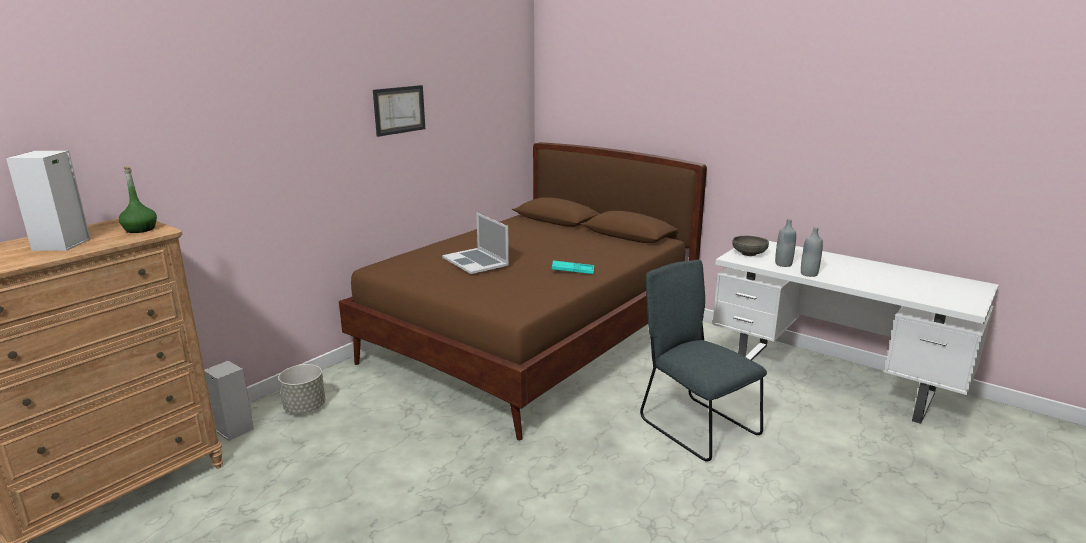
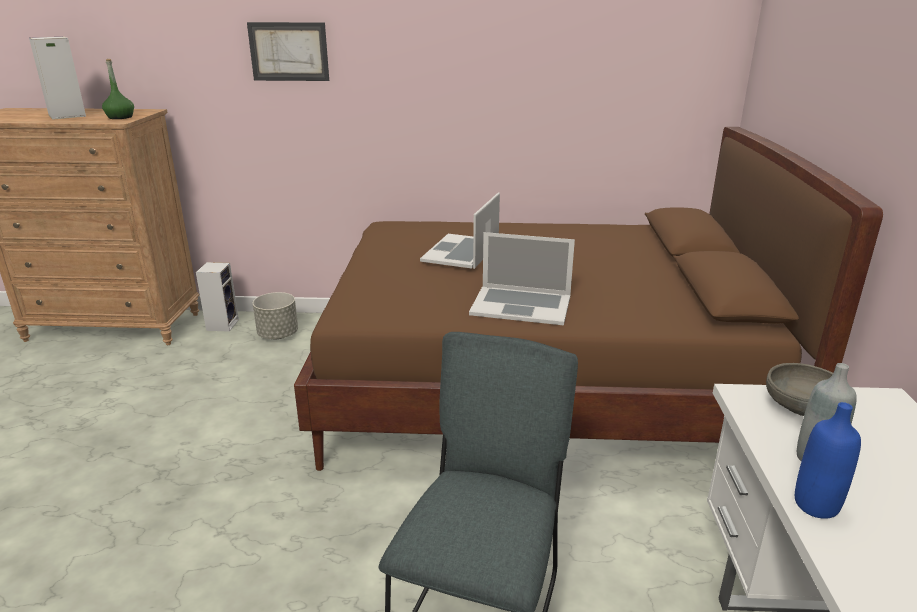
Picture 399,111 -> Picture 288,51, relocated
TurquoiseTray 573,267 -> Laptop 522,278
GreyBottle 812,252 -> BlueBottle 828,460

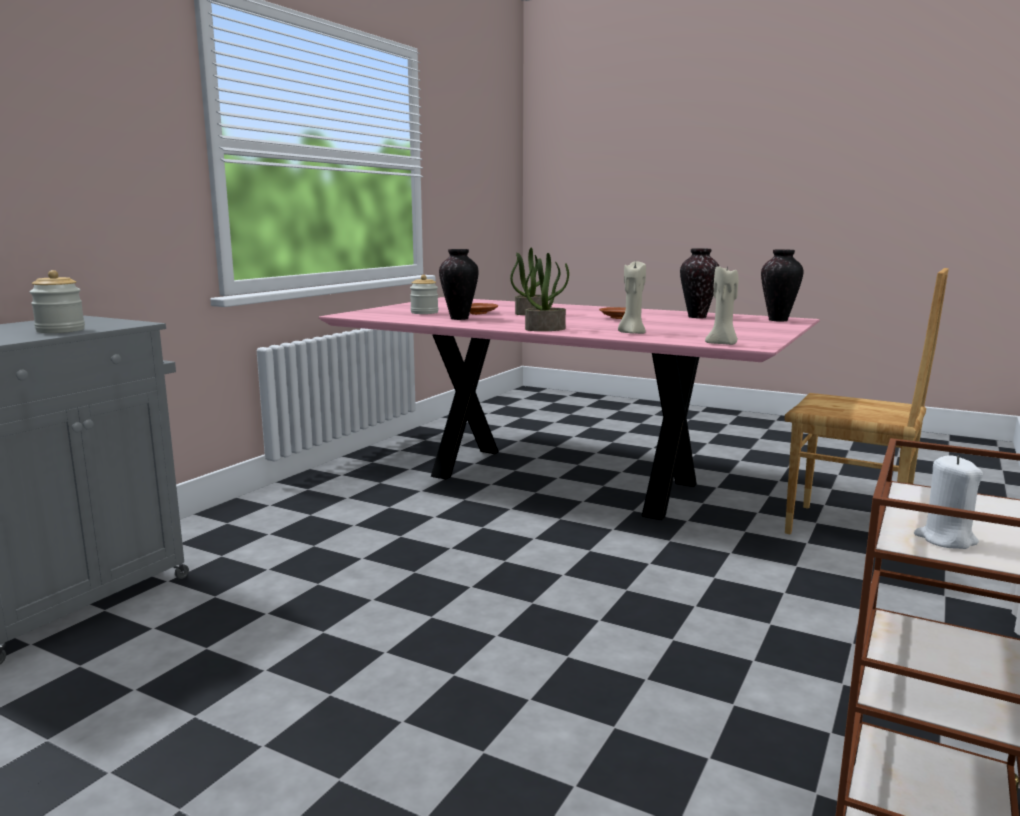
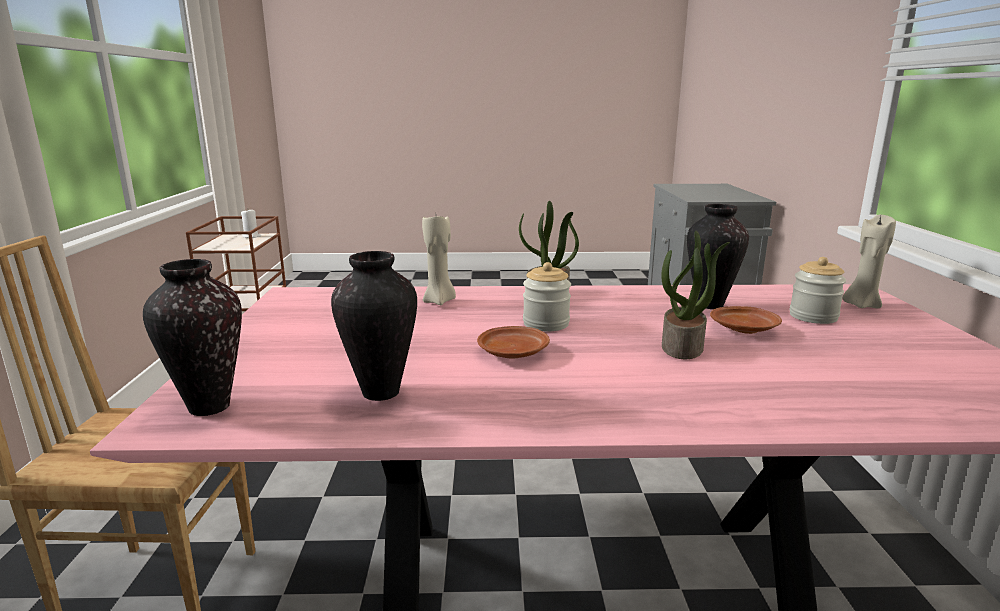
Jar 57,301 -> Jar 547,296, relocated
BeigeCandle 722,304 -> BeigeCandle 869,261, relocated

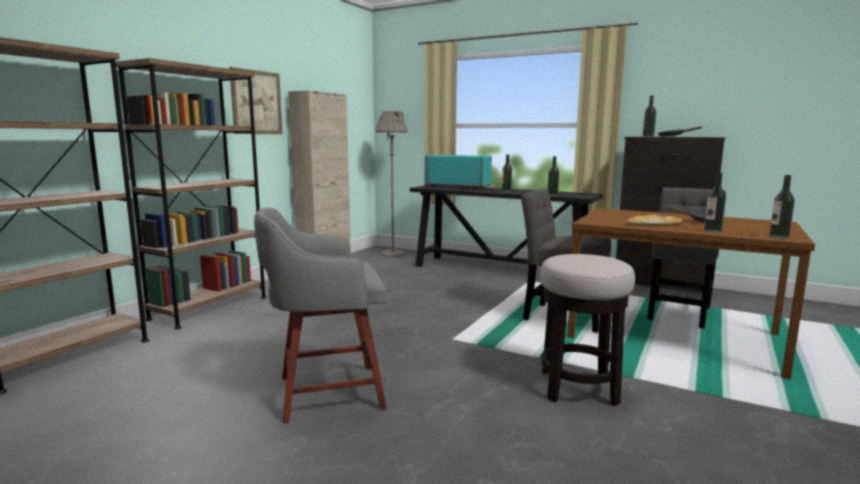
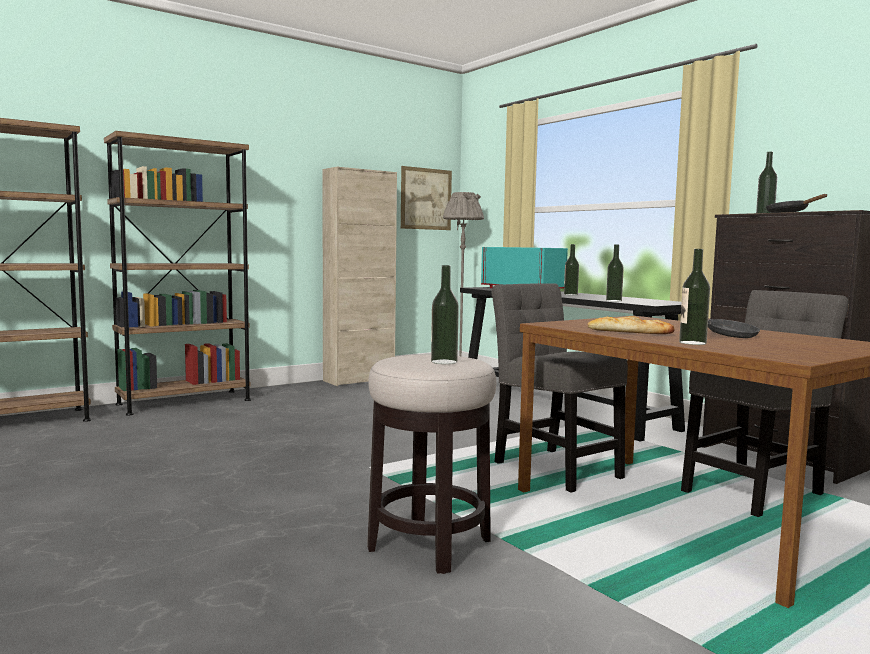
Picture 256,100 -> Picture 426,198, relocated
Bottle 782,207 -> Bottle 445,314, relocated
GreyStool 320,316 -> none

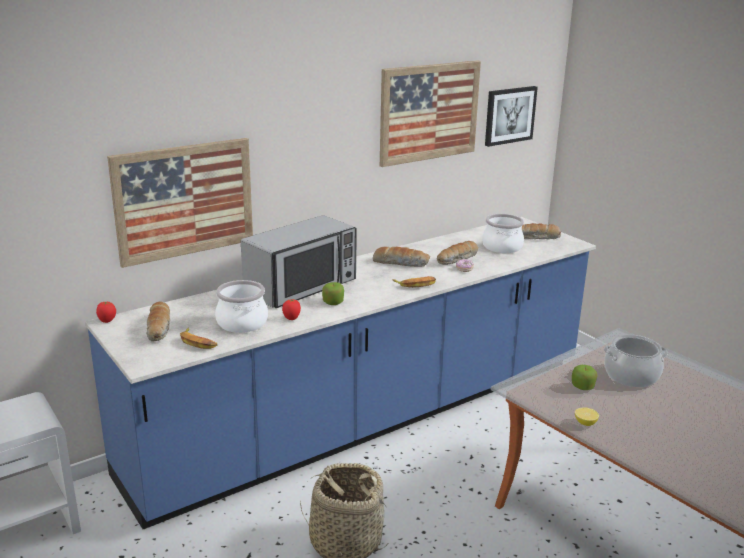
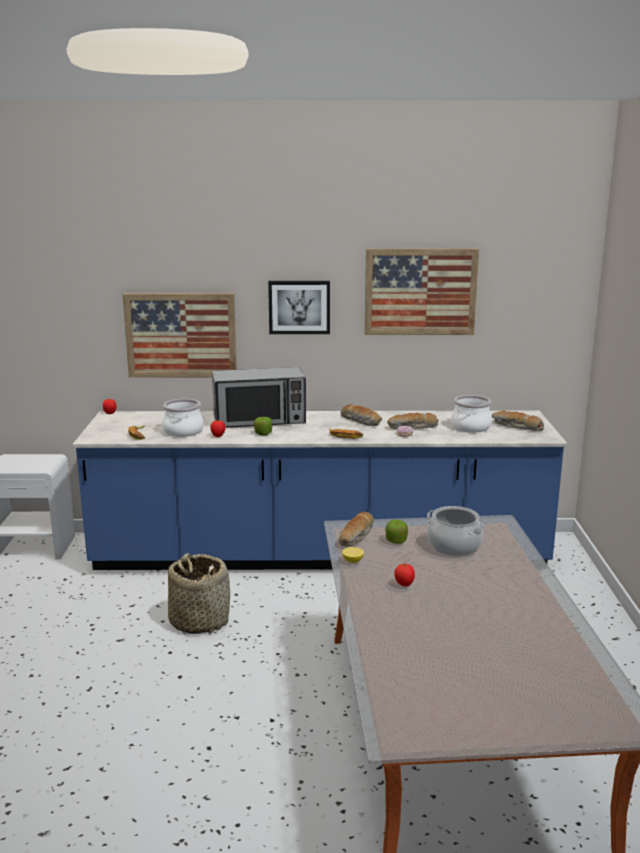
Picture 511,116 -> Picture 299,307, relocated
Bread 158,321 -> Bread 356,529, relocated
none -> Tomato 404,574

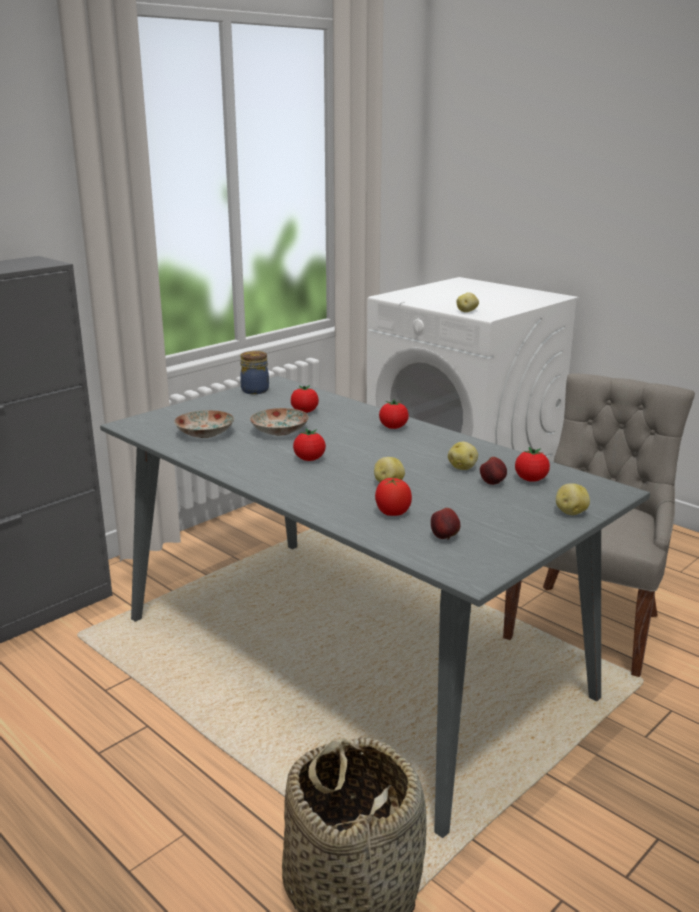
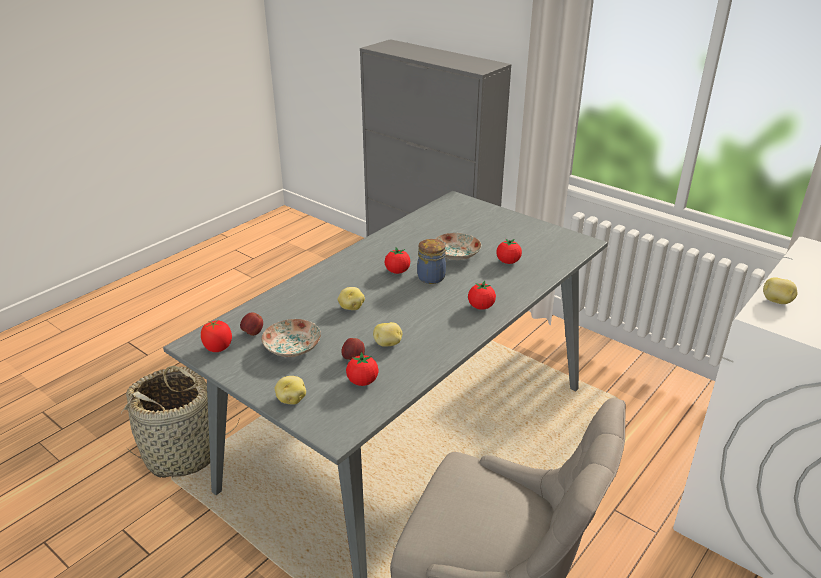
Tomato 393,497 -> Tomato 216,336, relocated
Plate 204,424 -> Plate 291,338, relocated
Jar 254,372 -> Jar 432,261, relocated

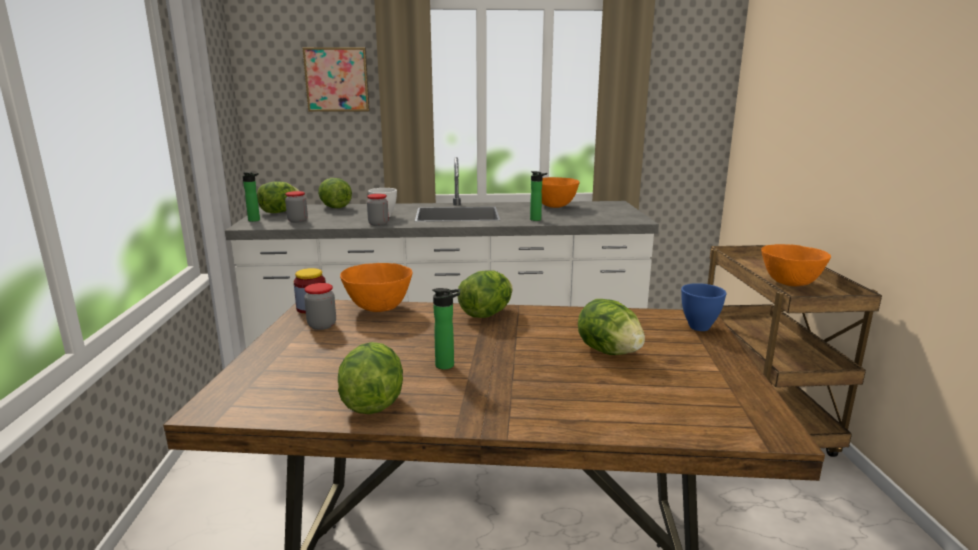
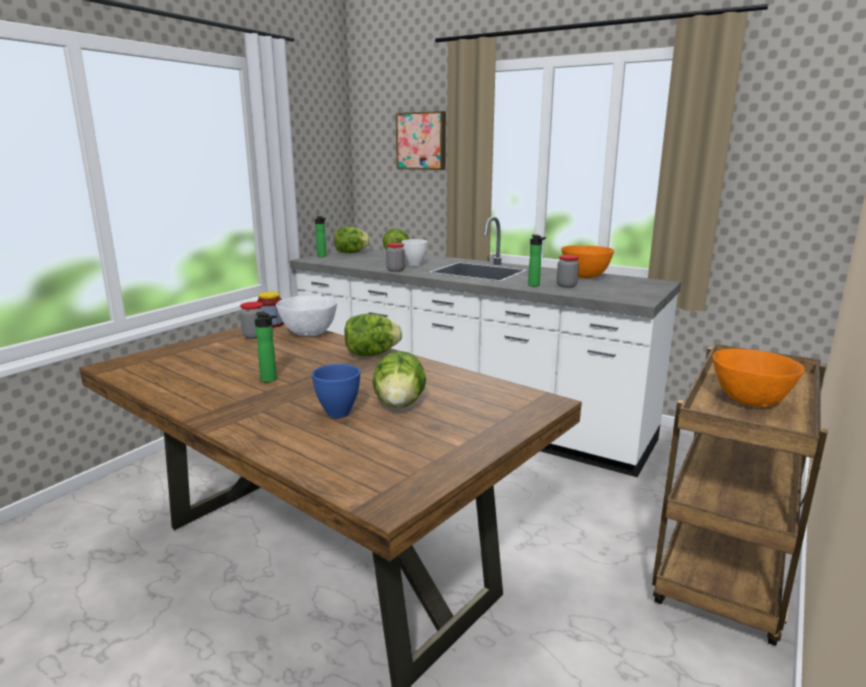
OrangeBowl 376,287 -> WhiteBowl 306,315
BlueBowl 704,307 -> BlueBowl 336,391, relocated
Jar 296,207 -> Jar 568,271, relocated
Lettuce 370,378 -> none

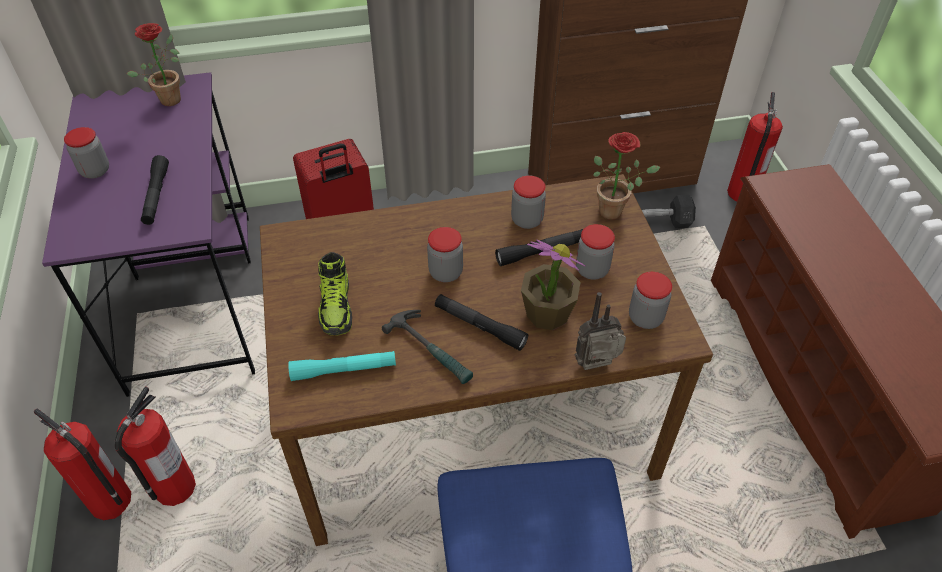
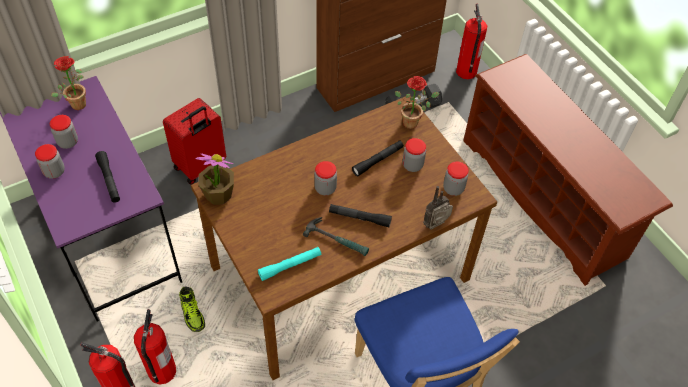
Jar 528,202 -> Jar 64,132, relocated
Shoe 335,293 -> Shoe 192,309, relocated
PottedPlant 553,285 -> PottedPlant 215,179, relocated

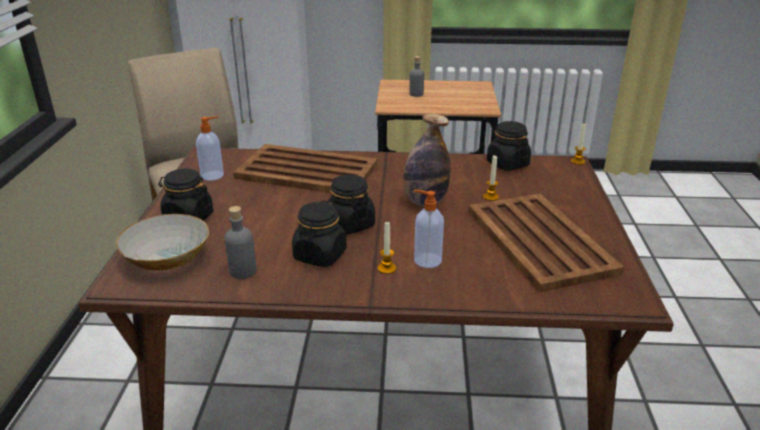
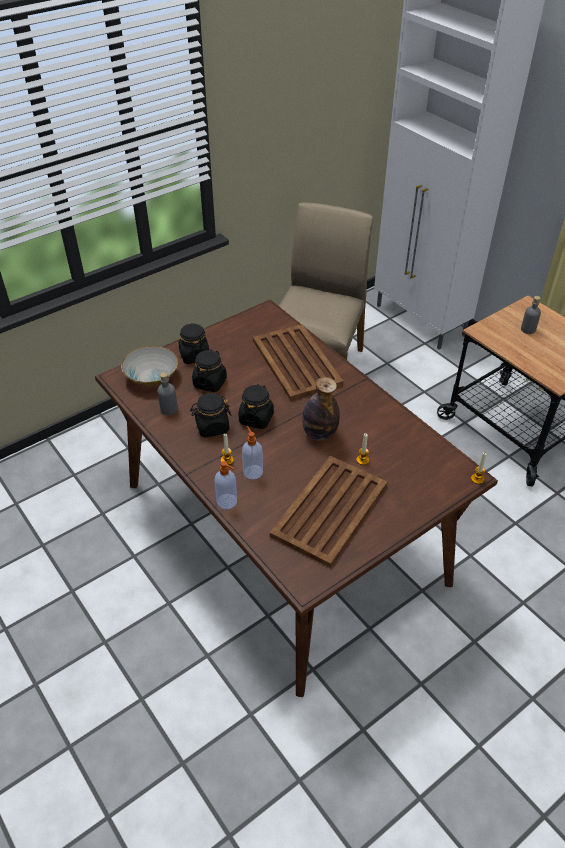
BlackJar 509,146 -> BlackJar 209,370, relocated
SoapDispenser 210,148 -> SoapDispenser 226,485, relocated

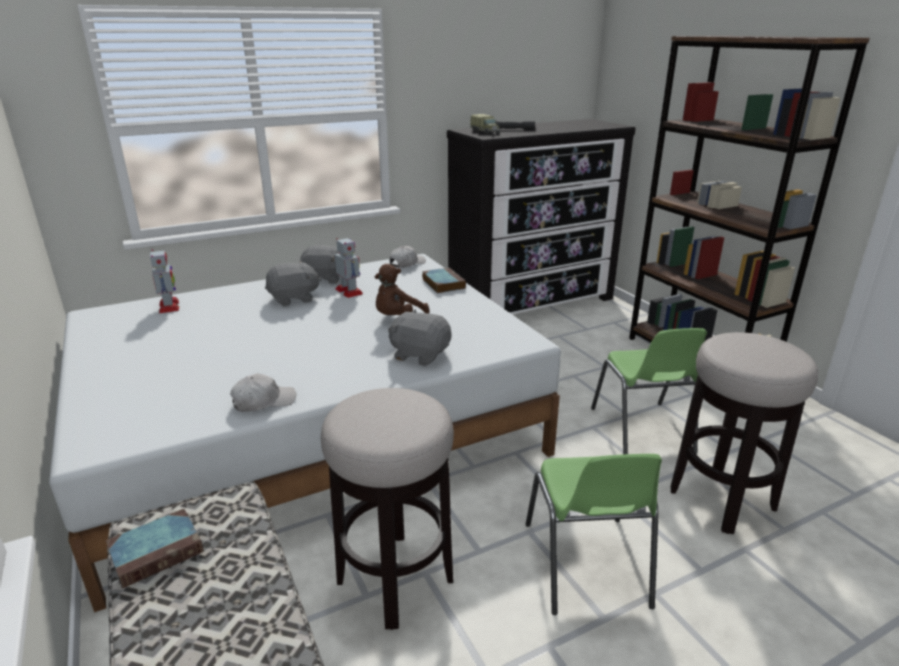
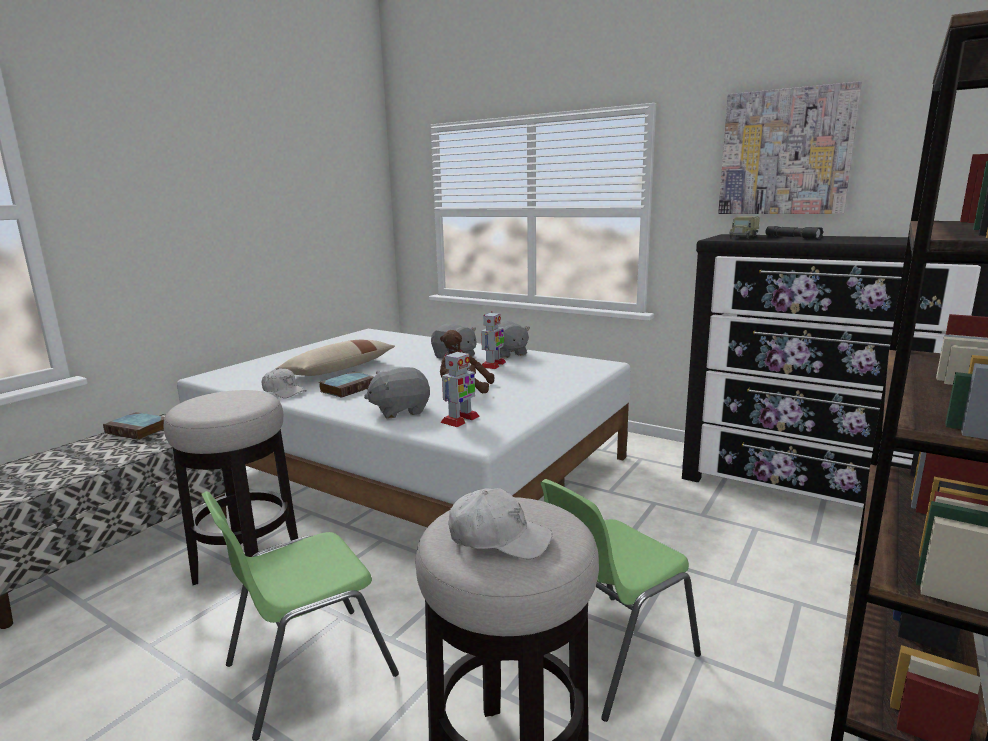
none -> BeigePillow 336,358
Book 444,280 -> Book 346,385, relocated
GreyPlushToy 419,337 -> GreyPlushToy 397,393, 105 degrees counterclockwise
ToyRobot 164,281 -> ToyRobot 460,388, relocated
WhiteCap 407,257 -> WhiteCap 500,523, relocated
none -> Picture 790,147

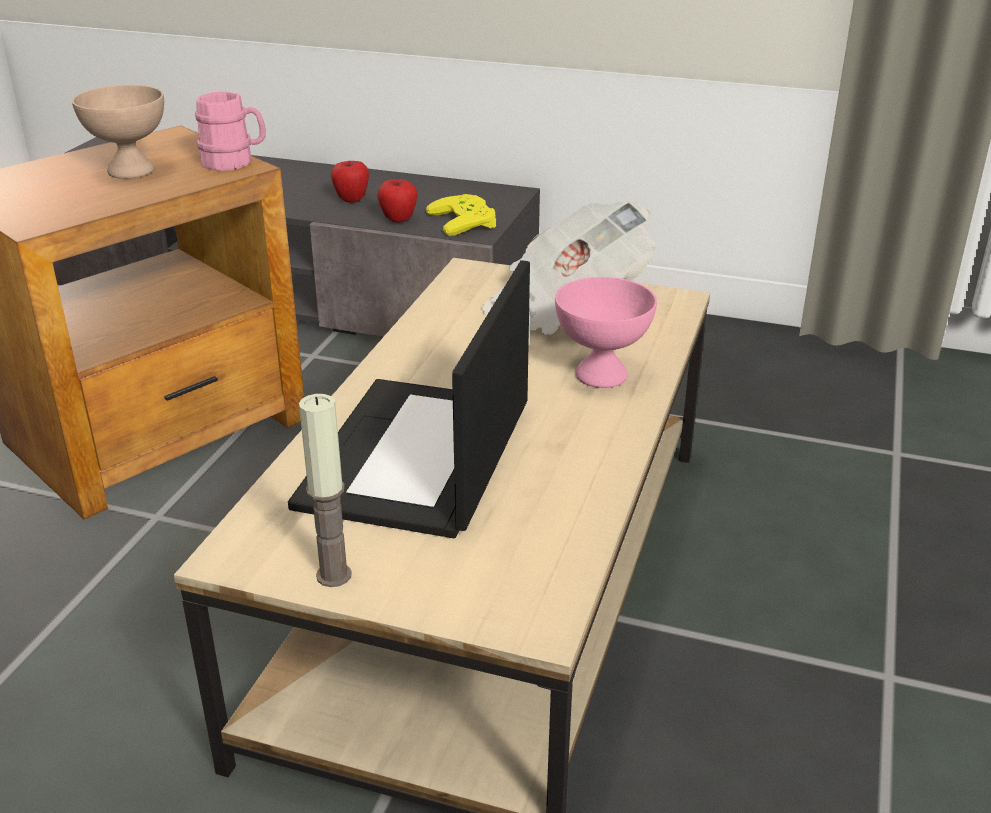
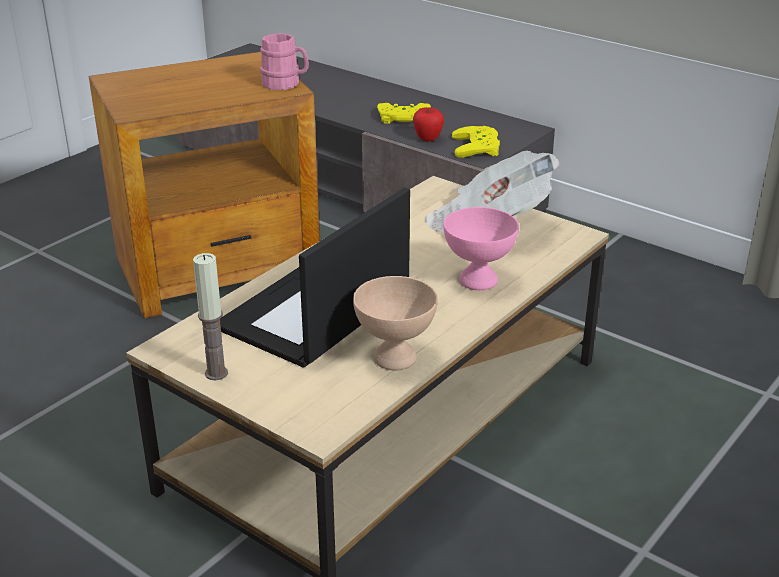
BeigeBowl 118,132 -> BeigeBowl 395,323, relocated
Apple 350,181 -> YellowGameController 404,113

